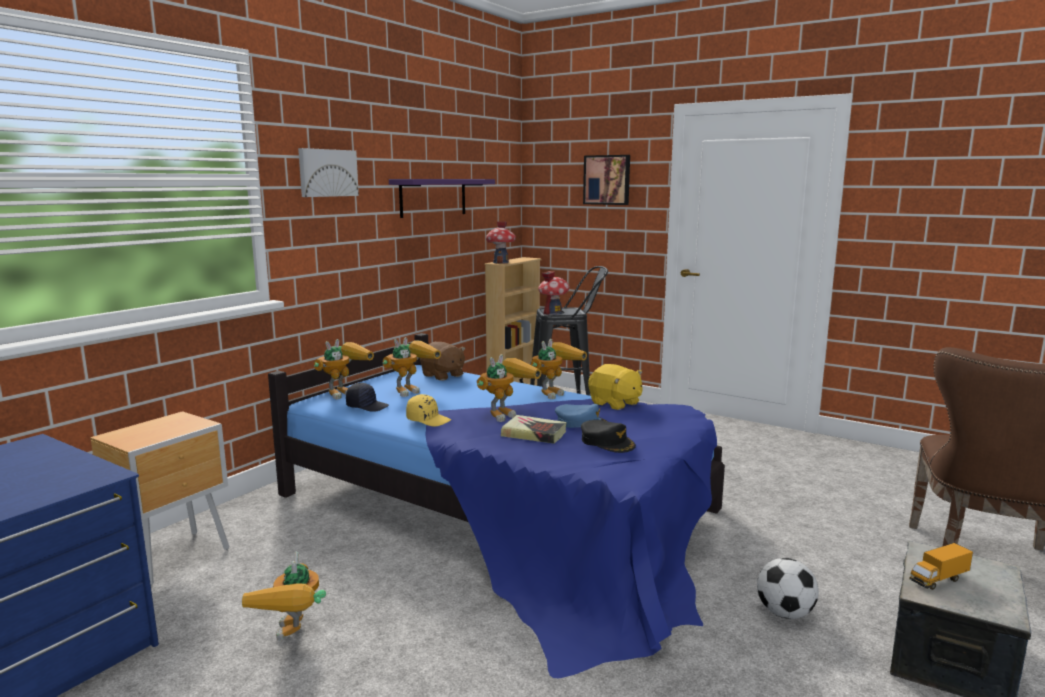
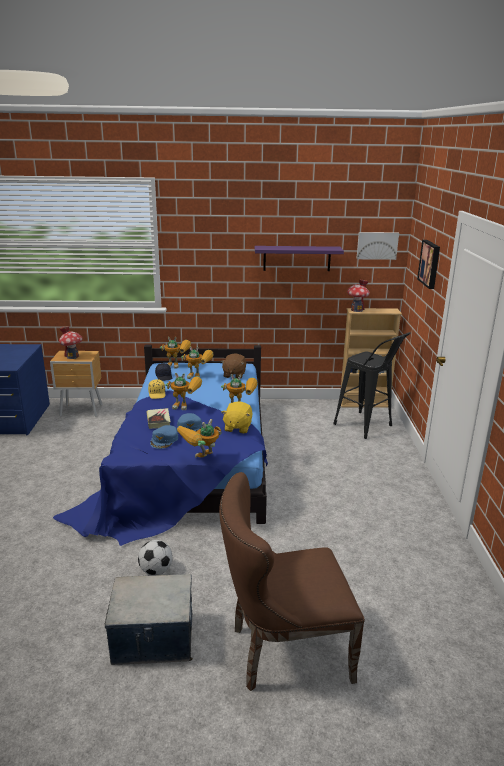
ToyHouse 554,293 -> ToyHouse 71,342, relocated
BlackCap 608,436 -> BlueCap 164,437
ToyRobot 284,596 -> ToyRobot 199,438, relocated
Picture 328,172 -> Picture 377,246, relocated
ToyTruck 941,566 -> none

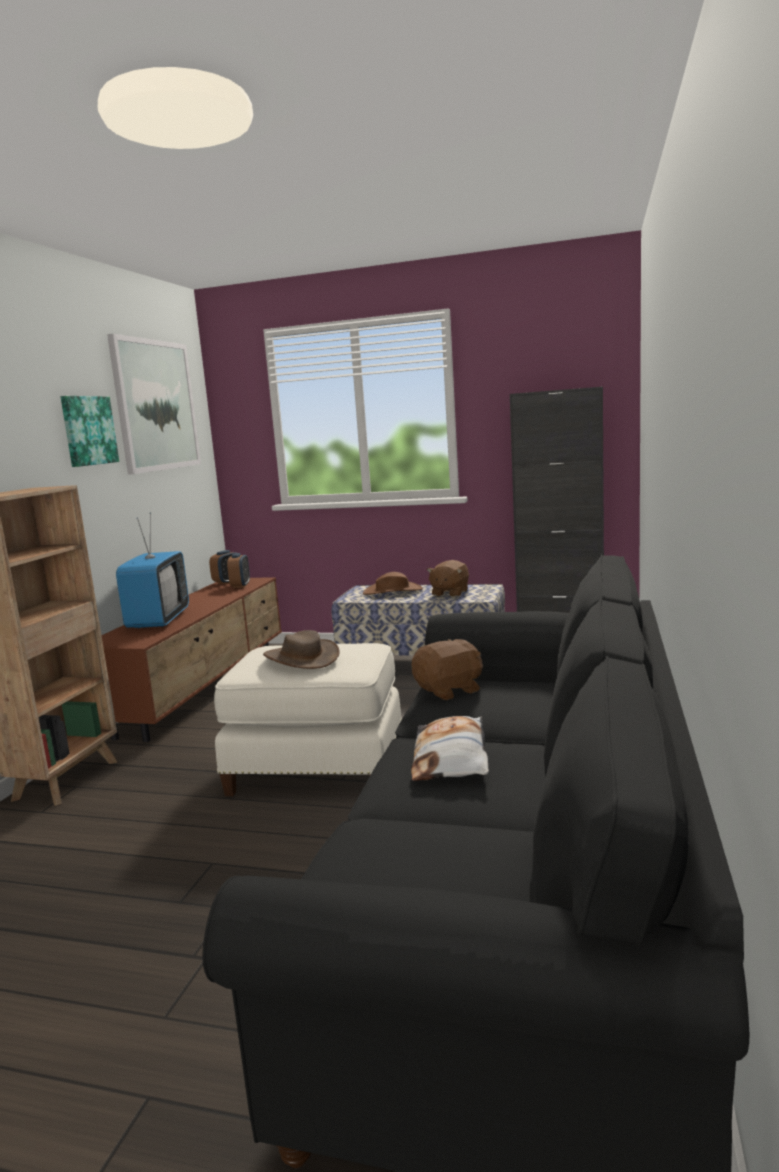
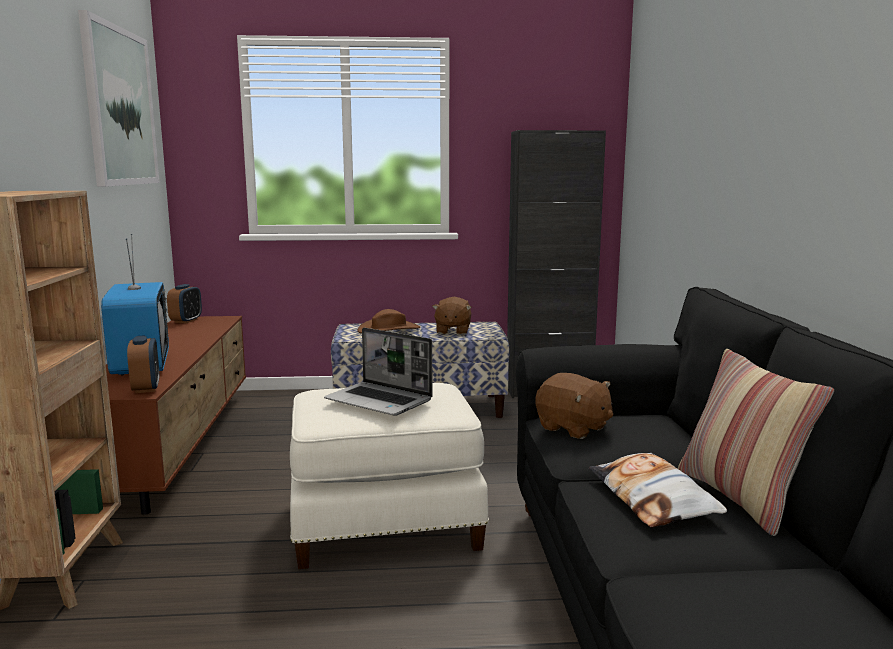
AlarmClock 238,570 -> AlarmClock 143,364, relocated
BrownHat 301,649 -> Laptop 378,372
BrownPlushToy 447,669 -> BrownPlushToy 574,406, 90 degrees clockwise
none -> Pillow 756,442
Picture 89,431 -> none

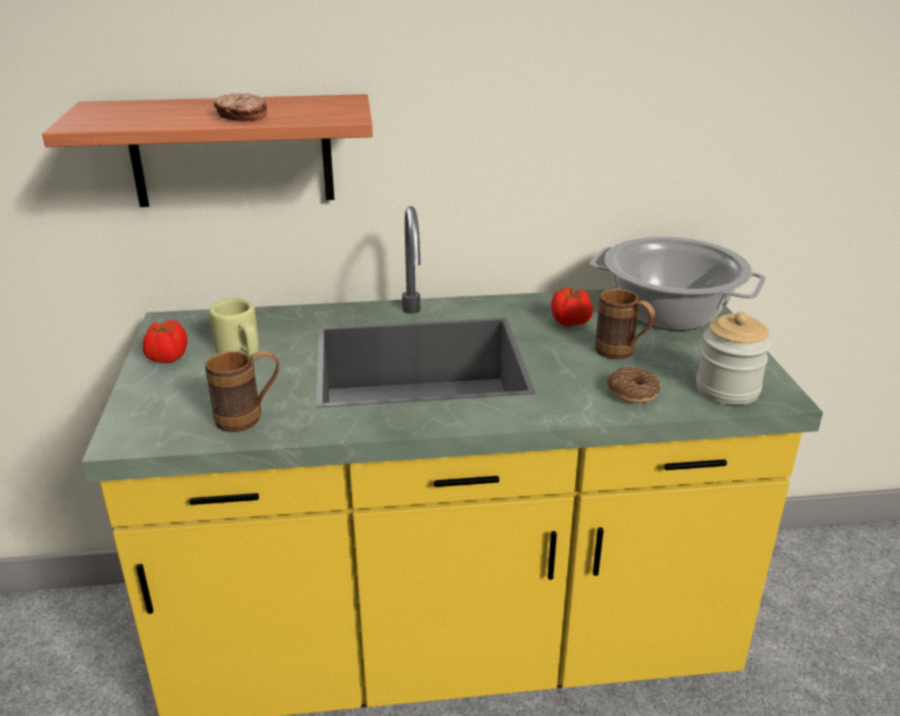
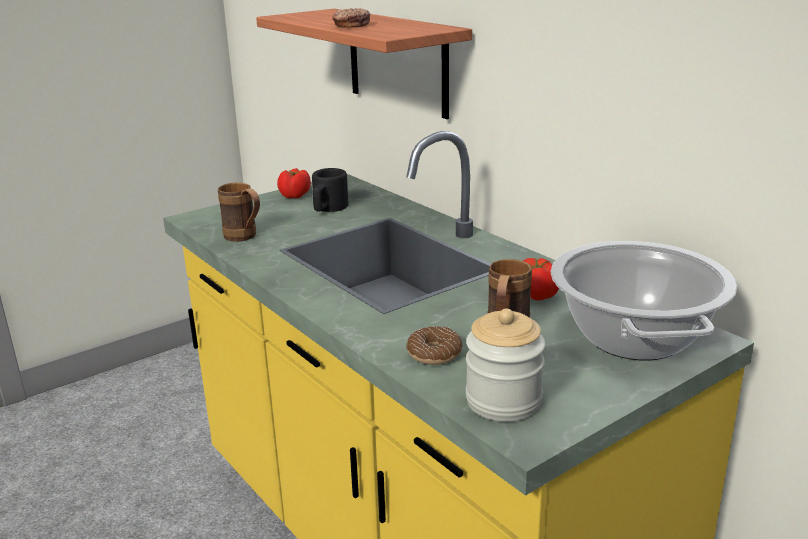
BeigeMug 234,327 -> BlackMug 330,190

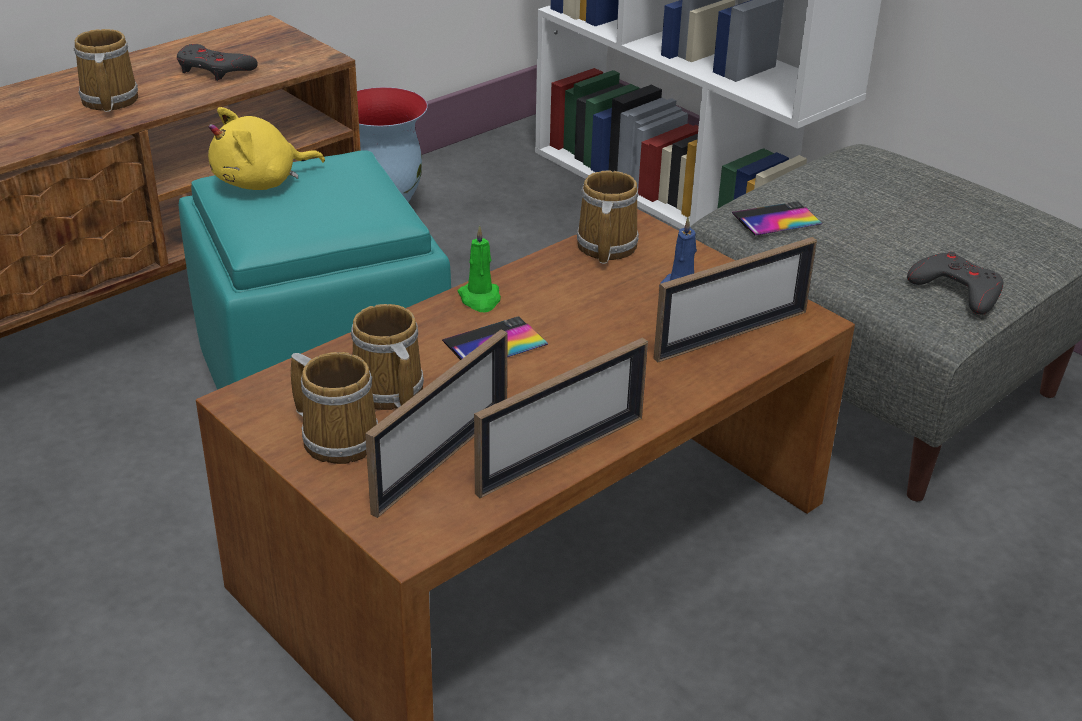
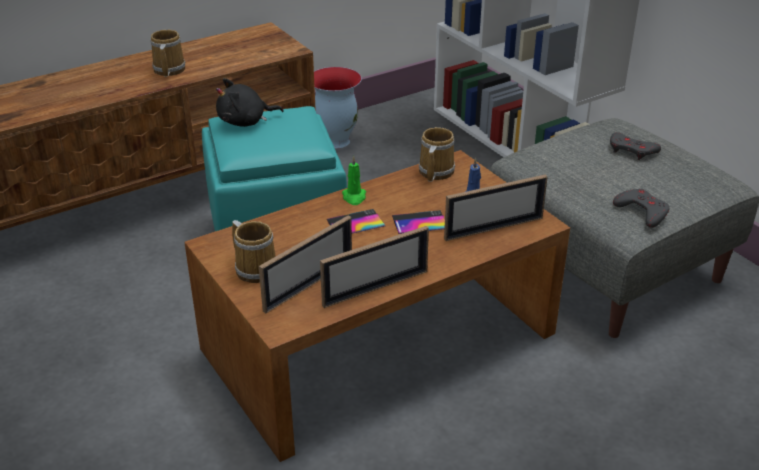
YellowPlushToy 266,148 -> BlackPlushToy 250,102
Phone 777,218 -> Phone 418,222, relocated
GreyGameController 217,62 -> GreyGameController 635,146, relocated
Mug 387,357 -> none

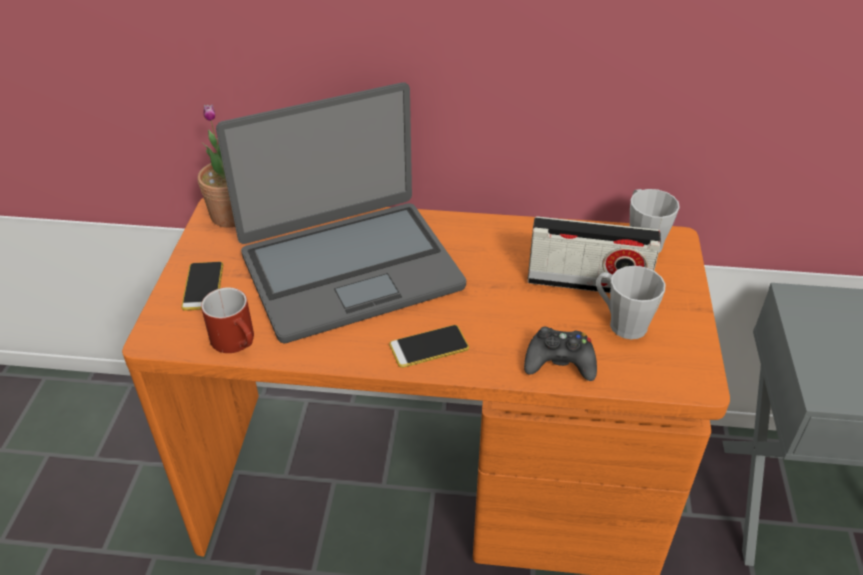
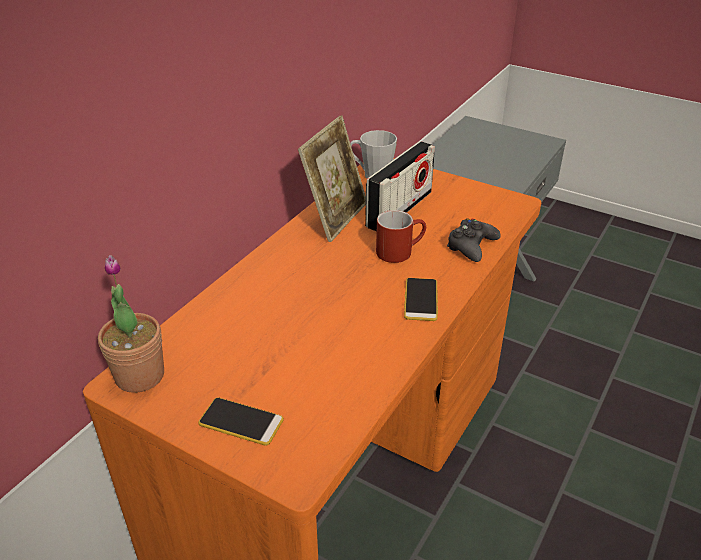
none -> PictureFrame 332,178
RedMug 227,320 -> RedMug 401,236, relocated
Laptop 341,212 -> none
GreyMug 631,302 -> none

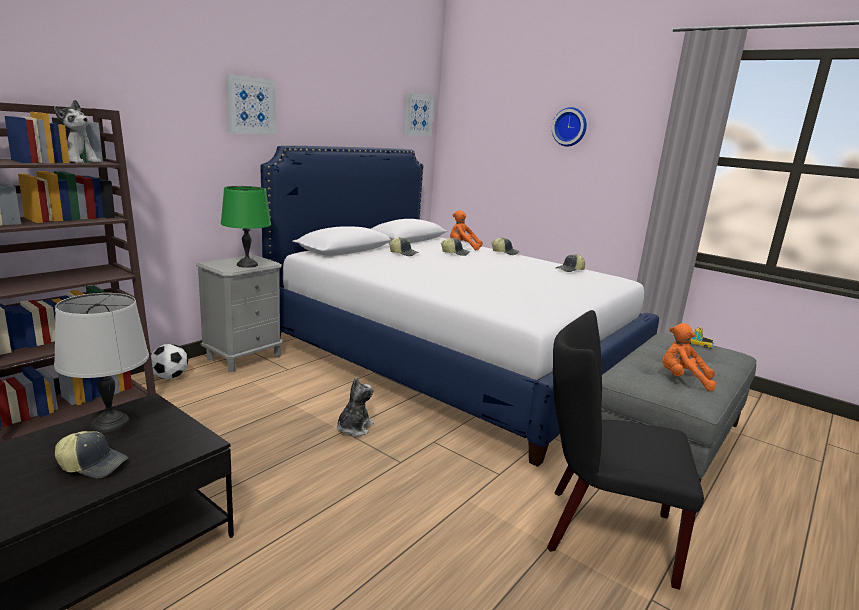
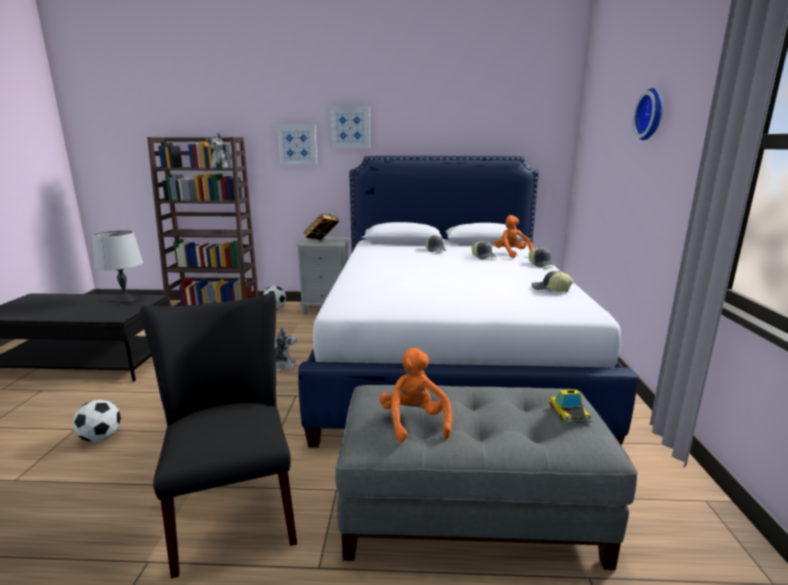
none -> Football 96,421
Picture 419,114 -> Picture 296,145, relocated
GreenTableLamp 246,227 -> Book 321,227
Cap 91,454 -> none

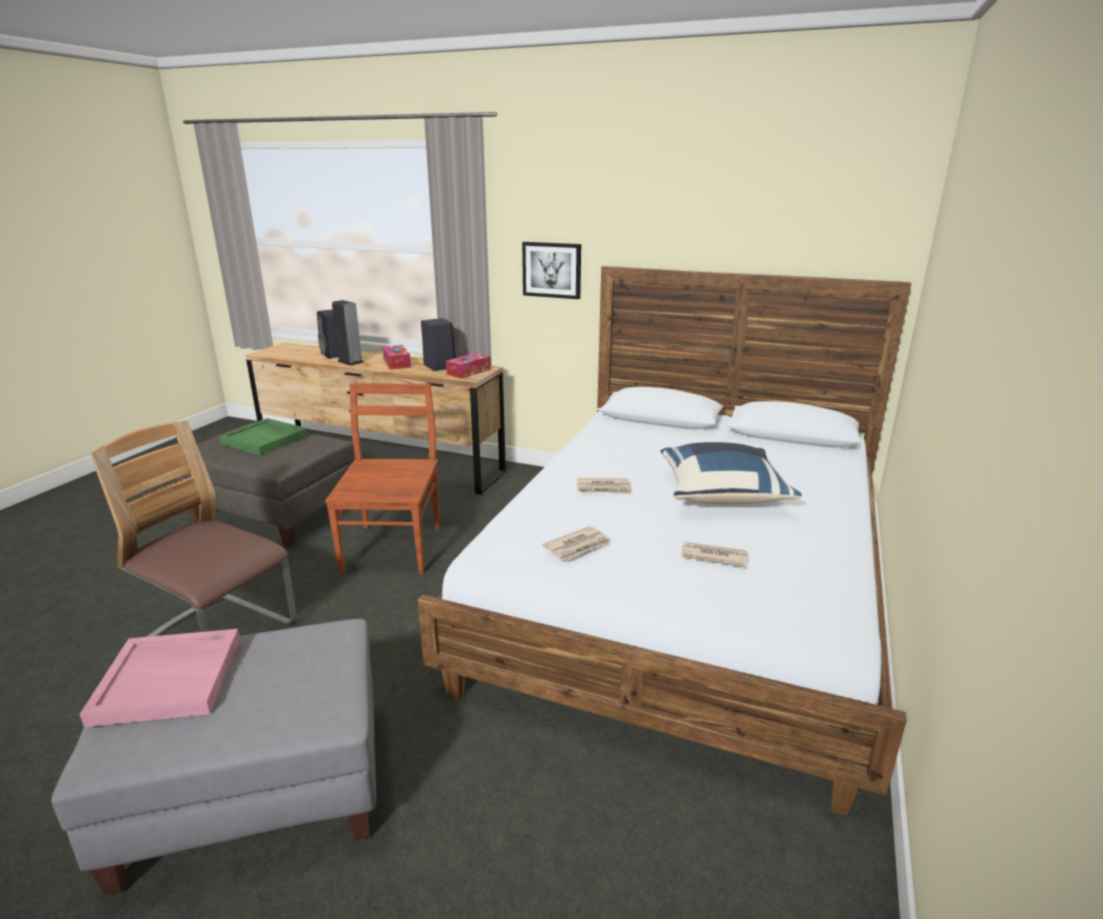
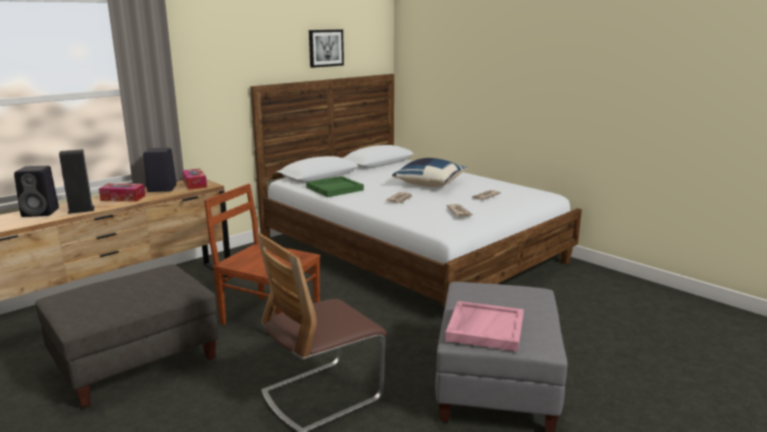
GreenTray 263,436 -> GreenTray 335,186, relocated
Picture 551,270 -> Picture 326,49, relocated

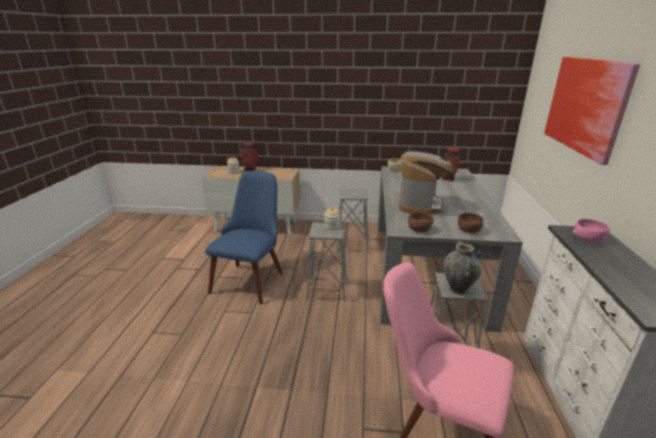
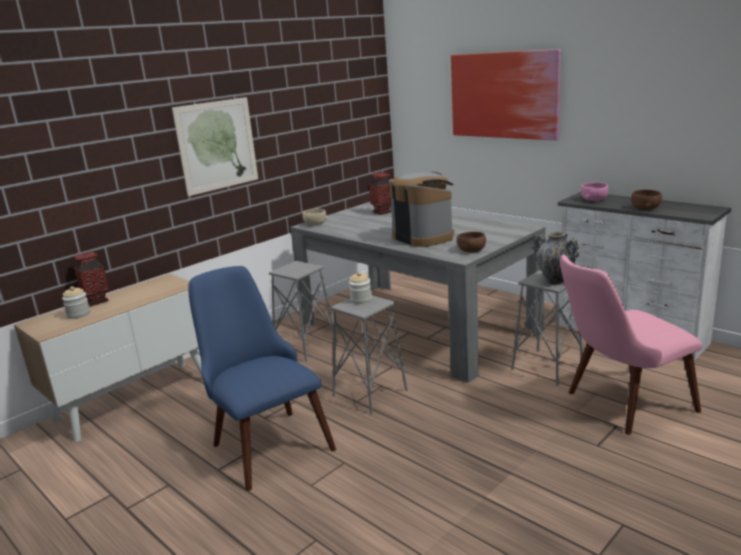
none -> Picture 215,146
BrownBowl 470,223 -> BrownBowl 646,200, relocated

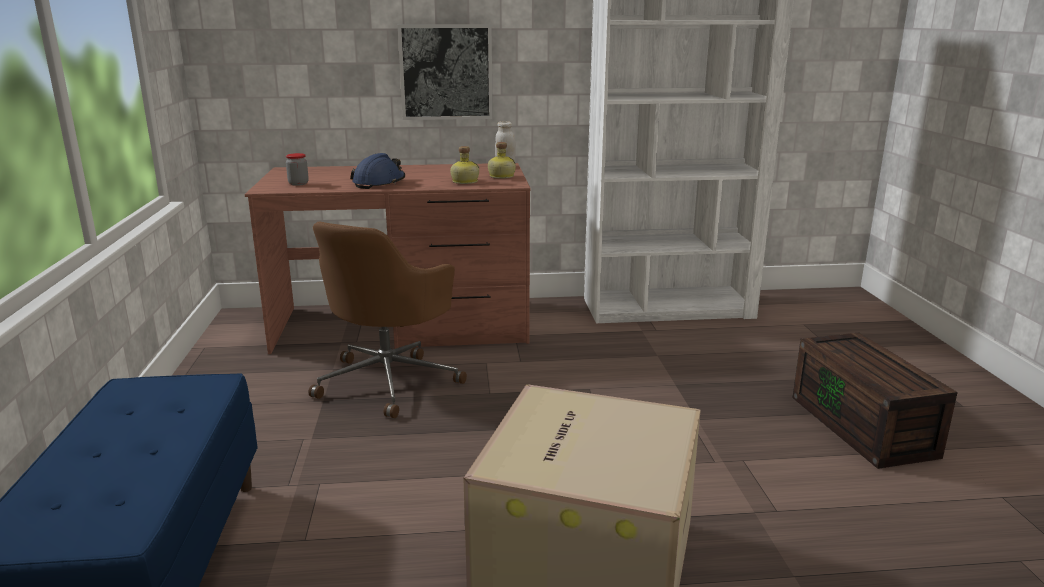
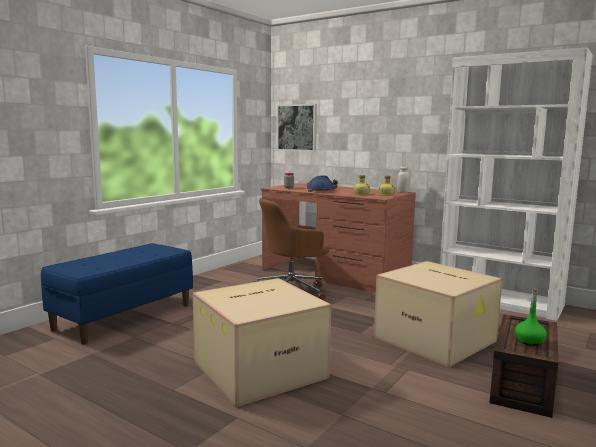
Picture 445,72 -> Picture 297,128, relocated
none -> CardboardBox 438,314
none -> GreenBottle 531,317

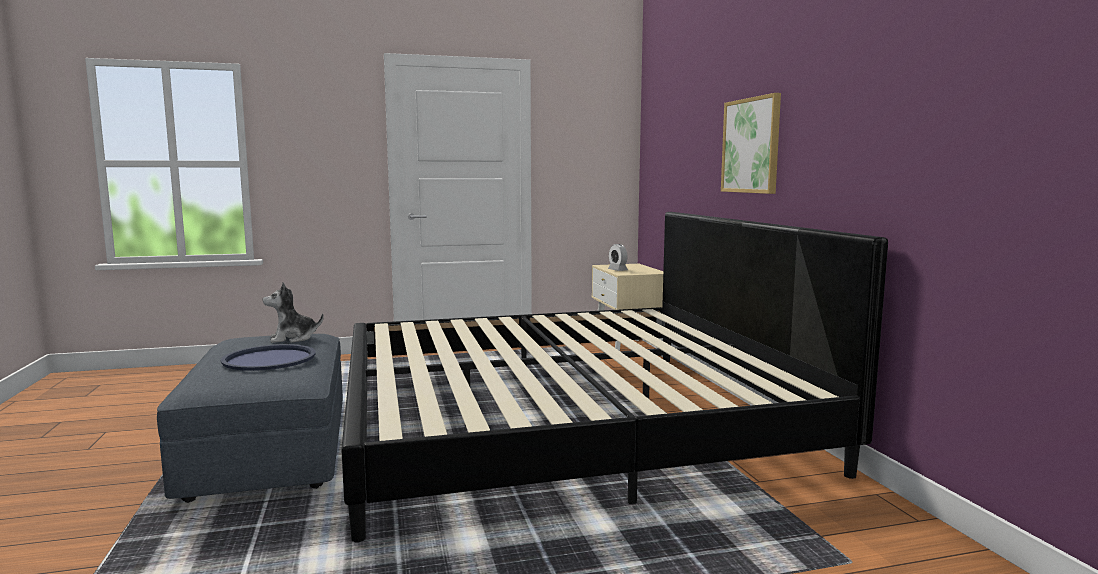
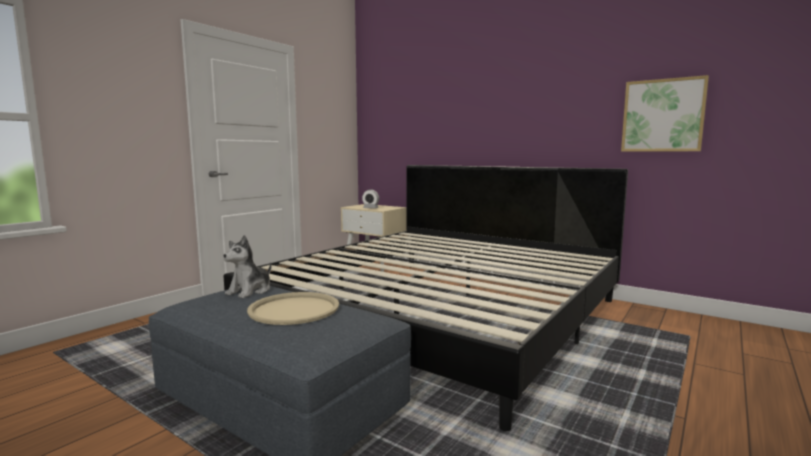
BlueTray 268,357 -> BeigeTray 293,308
Picture 751,143 -> Picture 665,113, relocated

